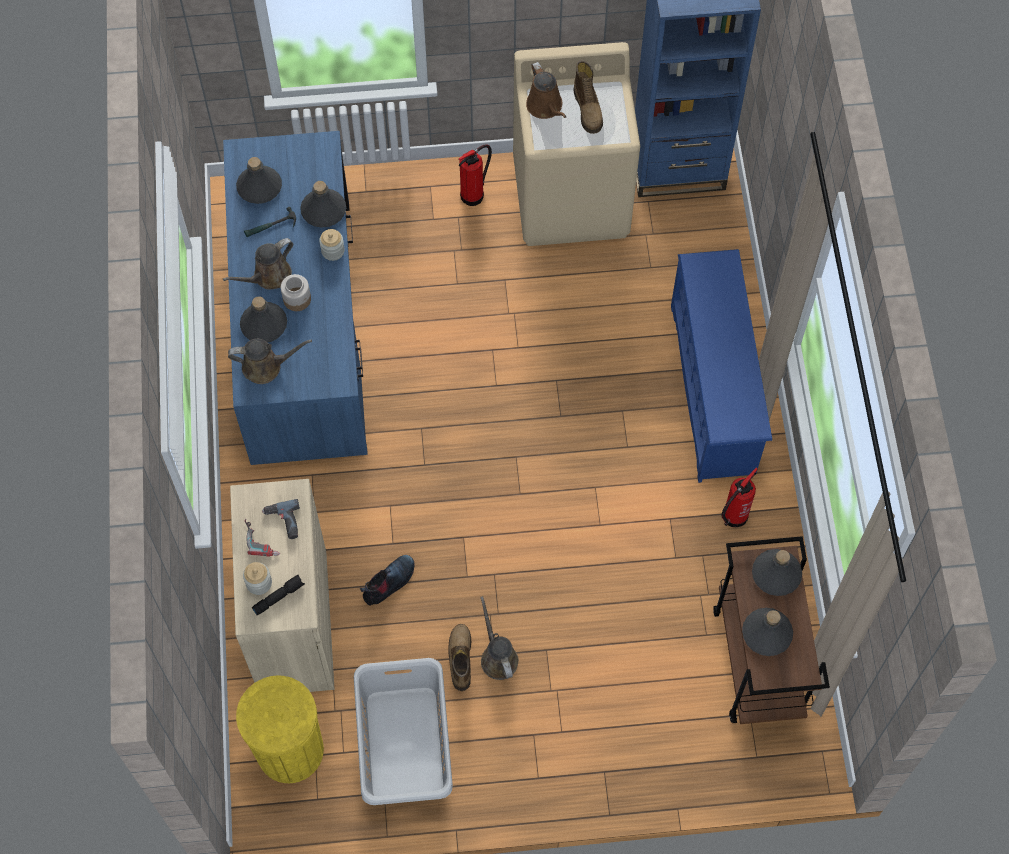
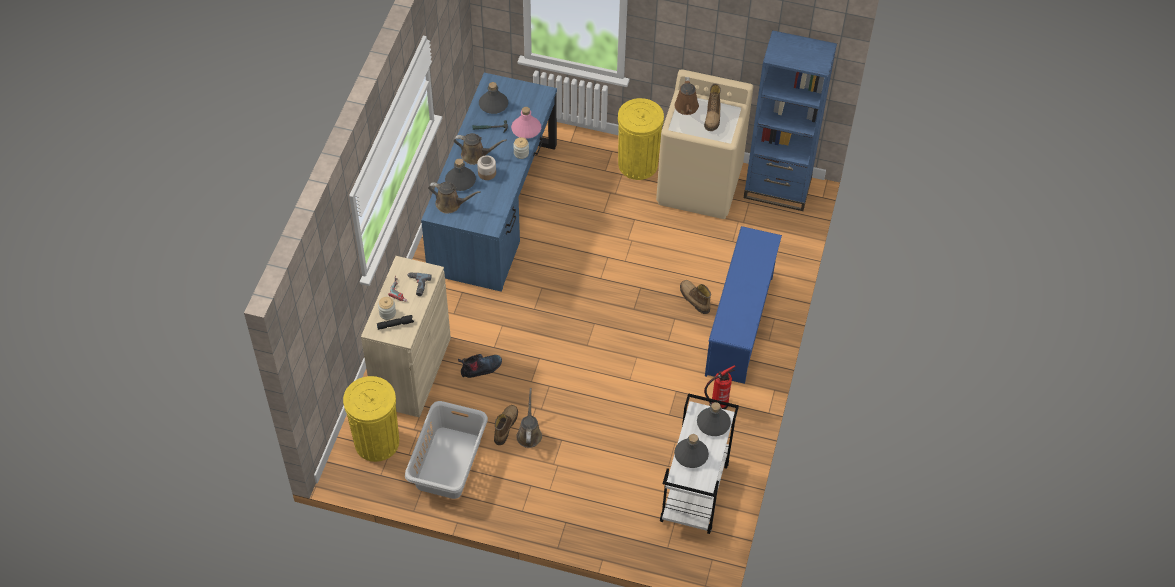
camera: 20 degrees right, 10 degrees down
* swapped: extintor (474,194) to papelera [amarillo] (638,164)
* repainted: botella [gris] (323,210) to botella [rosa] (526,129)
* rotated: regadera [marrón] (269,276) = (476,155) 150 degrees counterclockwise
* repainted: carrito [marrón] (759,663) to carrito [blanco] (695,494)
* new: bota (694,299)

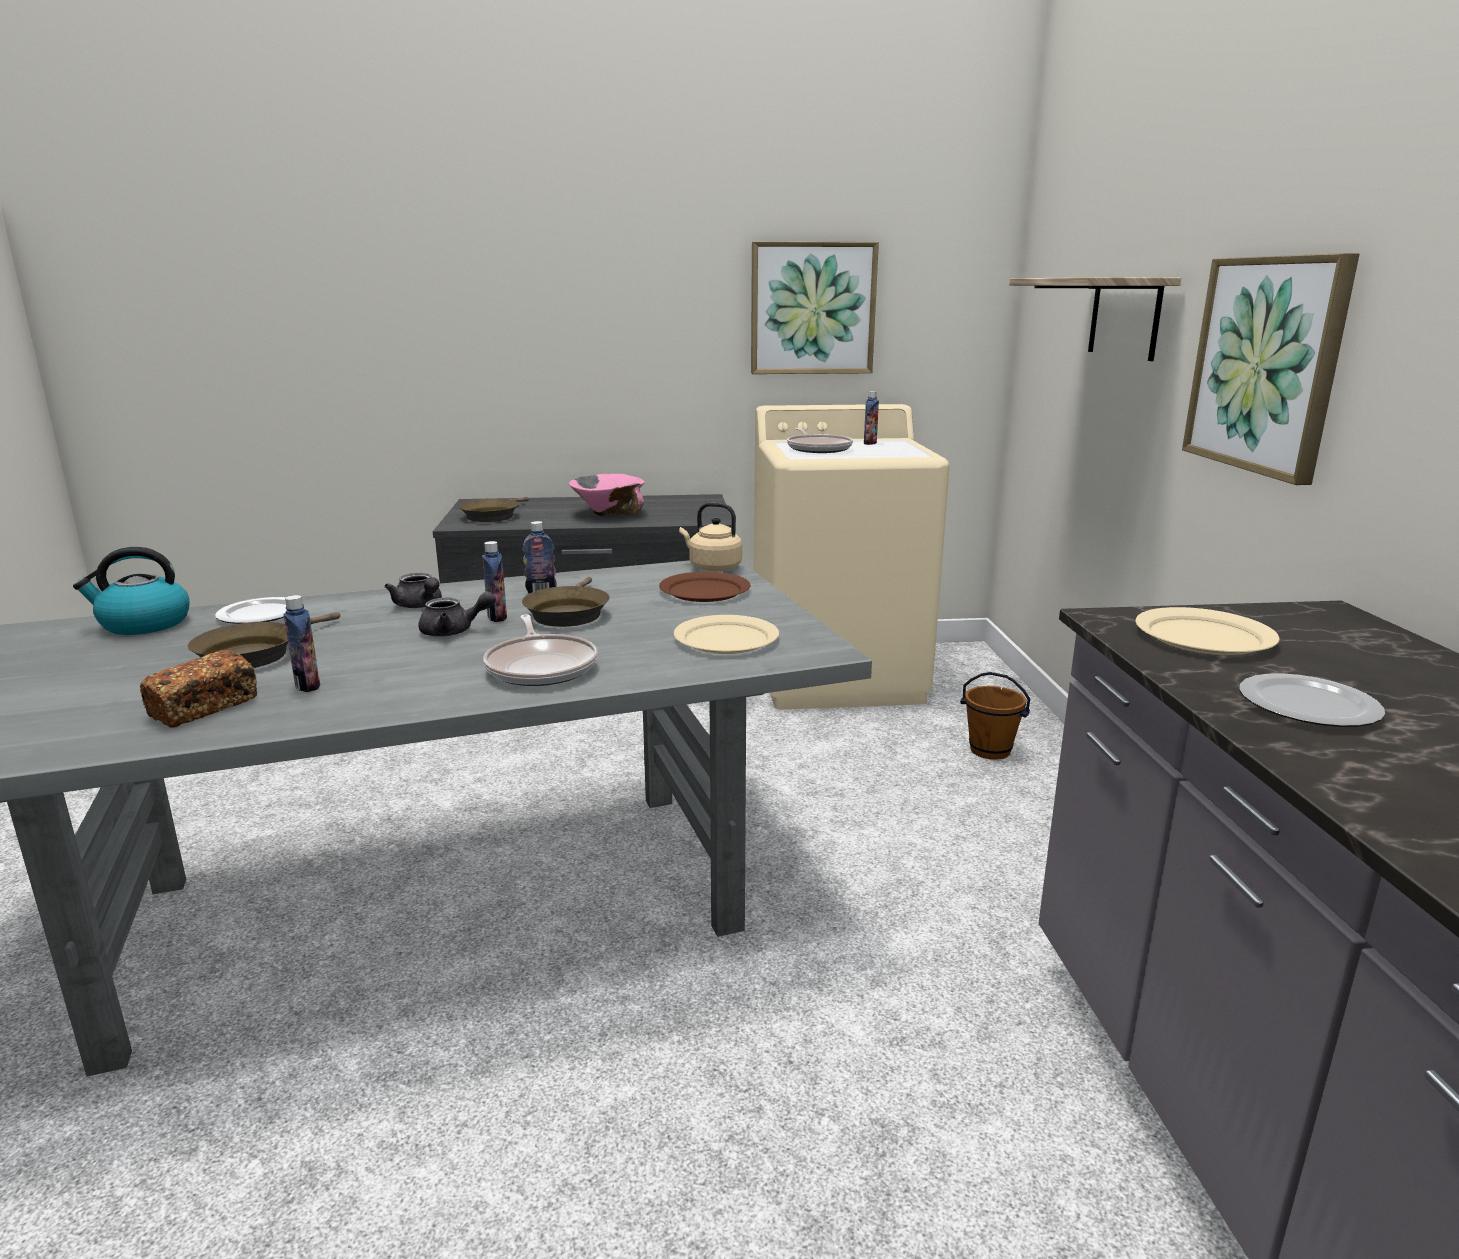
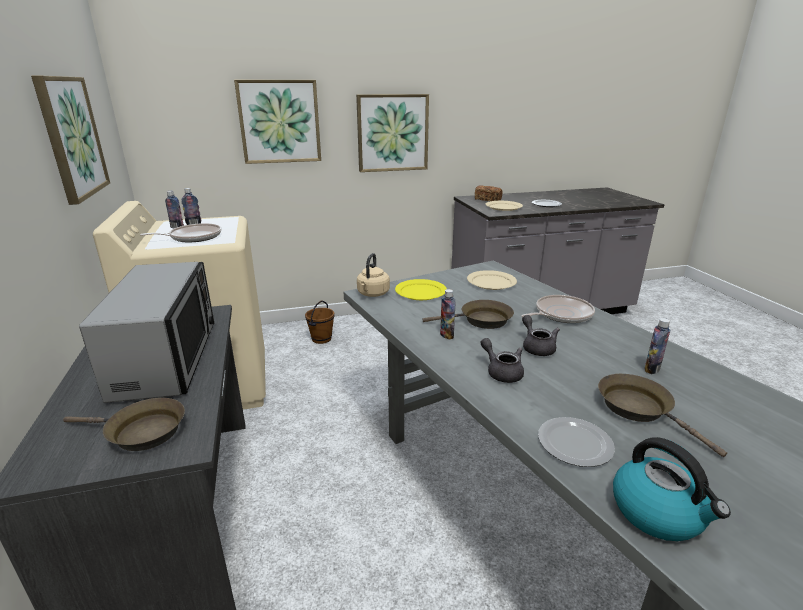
camera: 100 degrees left, 5 degrees up
* swapped: estante (1124,317) to cuadro (279,122)
* swapped: cuenco [rosa] (608,514) to microondas (168,358)
* shifted: botella (497,617) to (194,224)
* repainted: plato [marrón] (704,591) to plato [amarillo] (420,292)
* rotated: tetera [gris] (420,606) = (501,372) 75 degrees counterclockwise
* rotated: sartén [marrón] (254,654) = (639,409) 135 degrees counterclockwise
* shifted: pan (204,708) to (488,199)

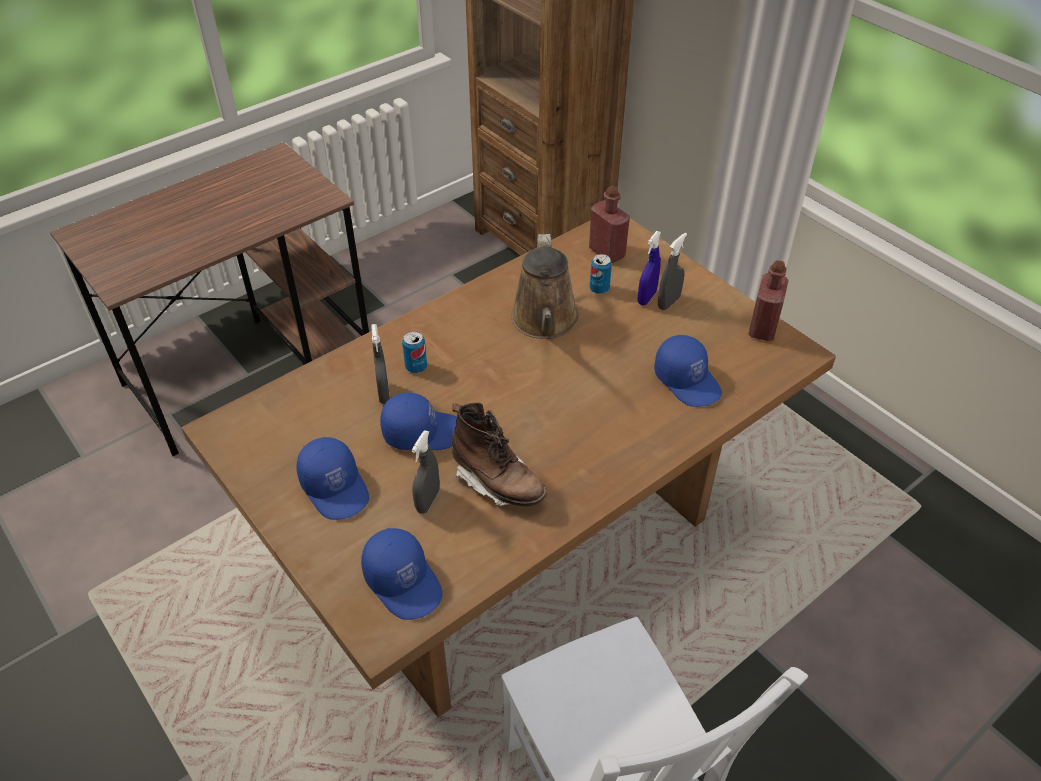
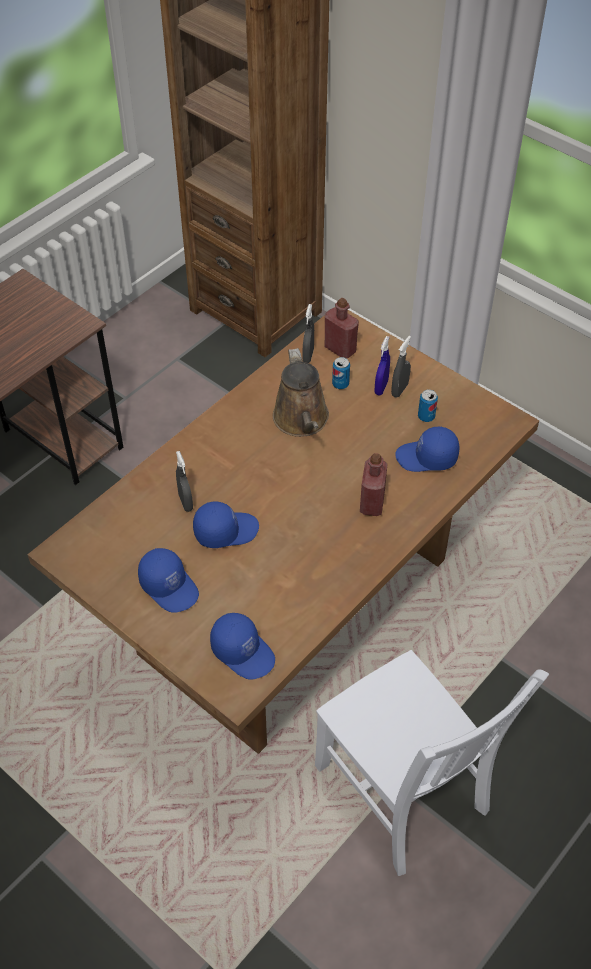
camera: 10 degrees left, 5 degrees up
* shifted: botella [rojo] (762,328) to (372,503)
* shifted: lata (416,367) to (426,417)
* rotated: gorra [azul] (688,381) = (427,458) 135 degrees clockwise
* gone: bota [marrón] (497,482)
* shifted: pulverizador [gris] (428,501) to (308,355)

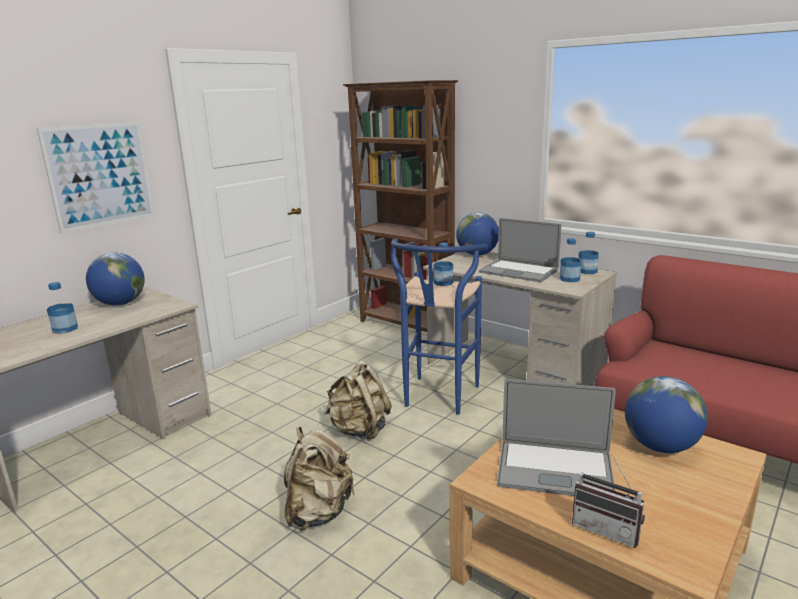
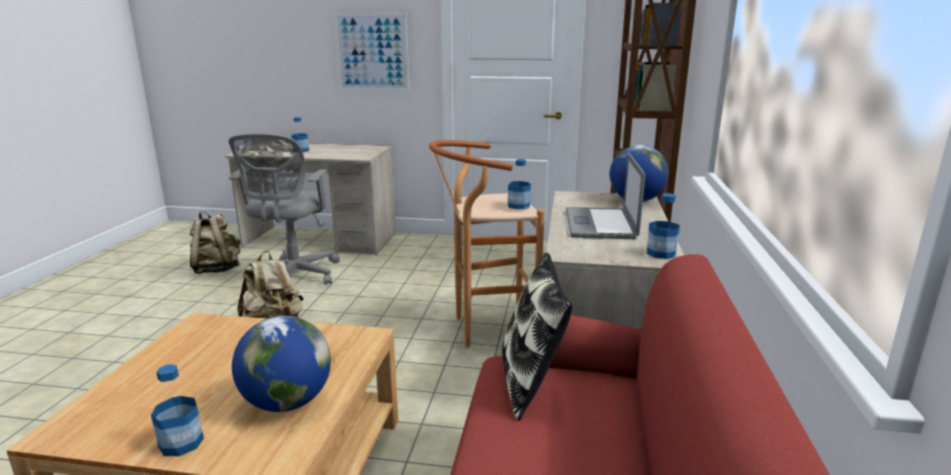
camera: 60 degrees right, 0 degrees up
* shifted: botella (569,279) to (181,443)
* repainted: taburete [azul] (437,399) to taburete [marrón] (486,330)
* gone: globo terráqueo (120,303)
* shifted: mochila [beis] (359,430) to (217,269)
* gone: portátil (554,470)
* gone: radio (607,529)
* new: silla de oficina [gris] (293,277)
* new: cojín (531,382)

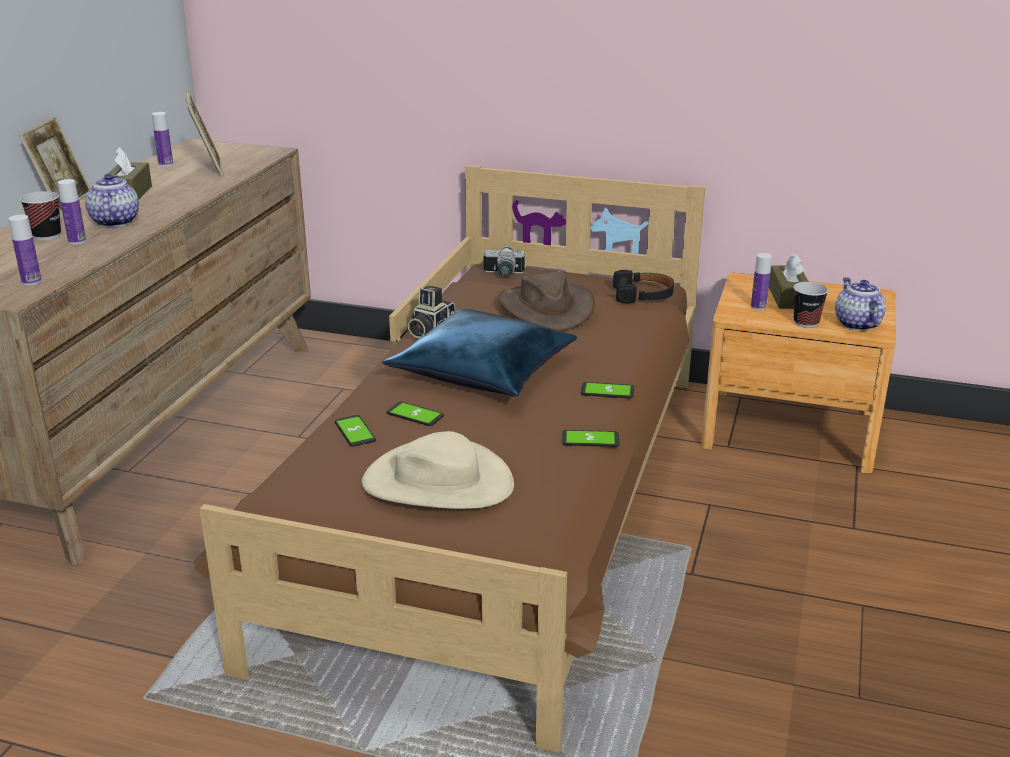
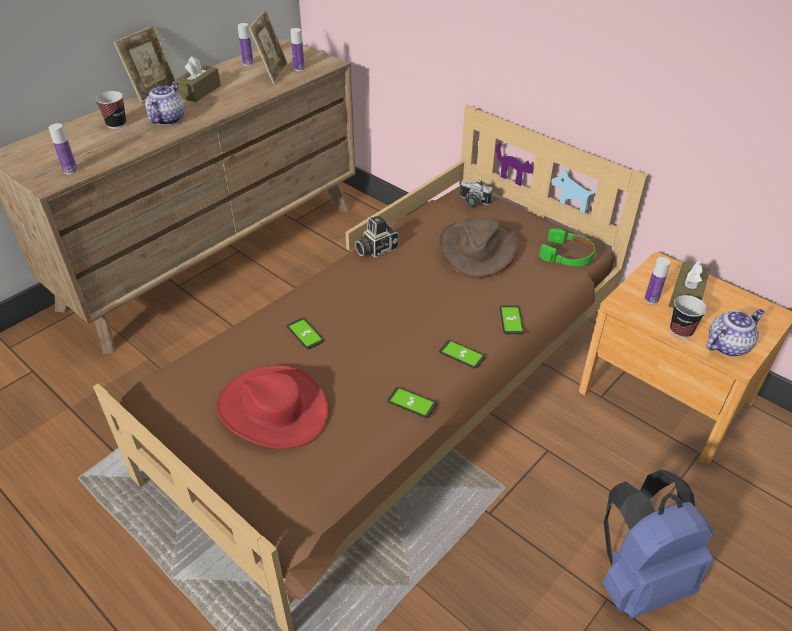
camera: 25 degrees right, 15 degrees up
* shifted: botella (77,241) to (299,69)
* repainted: auriculares [negro] (643,294) to auriculares [verde] (567,255)
* rotated: tetera (856,323) = (728,345) 45 degrees clockwise
* gone: cojín [azul] (484,371)
* shifted: móvil (355,432) to (511,320)
* repainted: sombrero [beis] (438,483) to sombrero [rojo] (272,409)
* new: mochila [azul] (639,579)

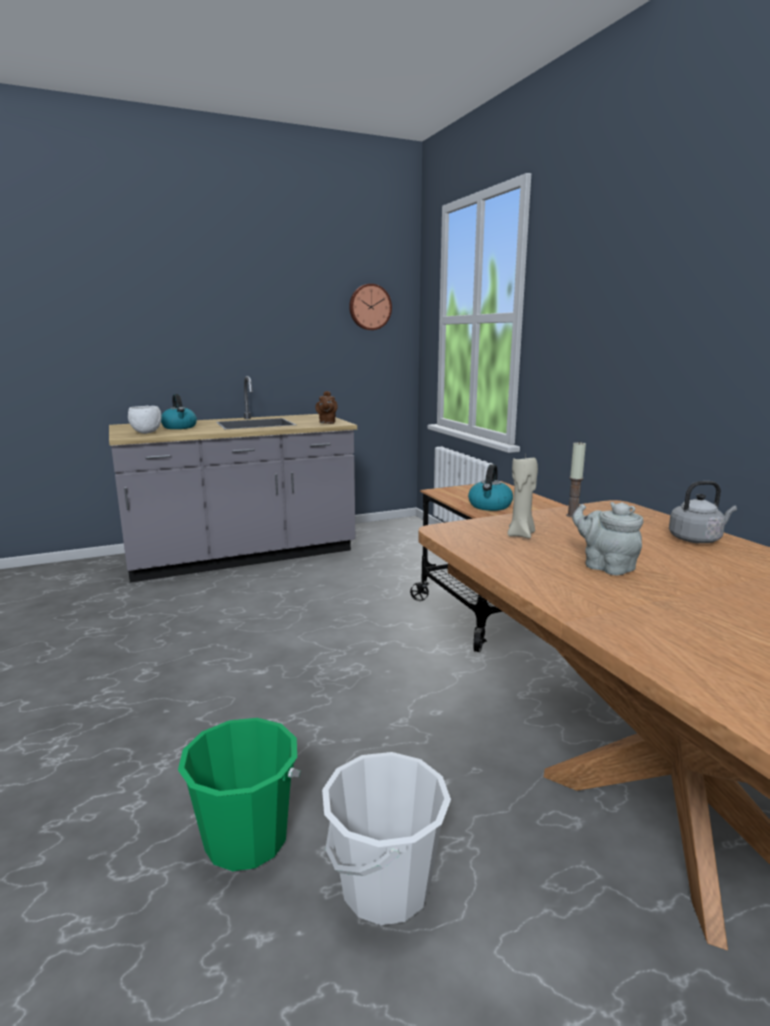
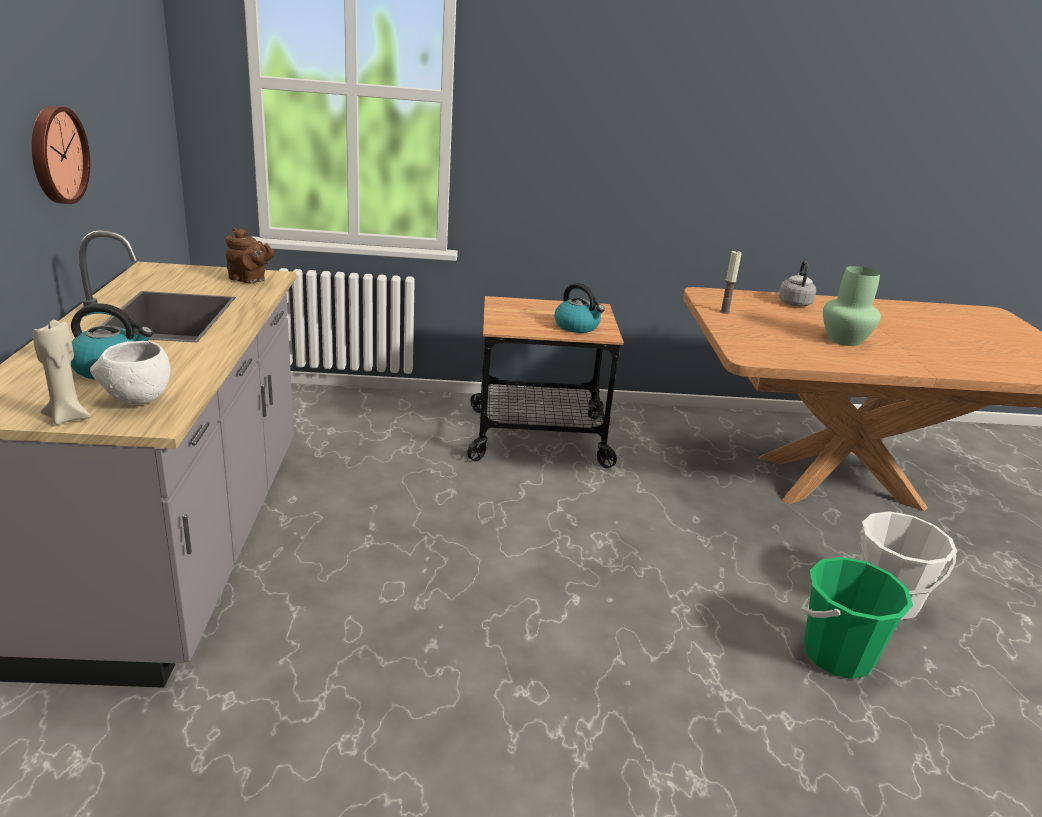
camera: 70 degrees left, 10 degrees up
* shifted: reloj de pared (369,307) to (56,155)
* shifted: vela [beis] (521,535) to (67,417)
* swapped: tetera [gris] (605,566) to florero [verde] (844,340)

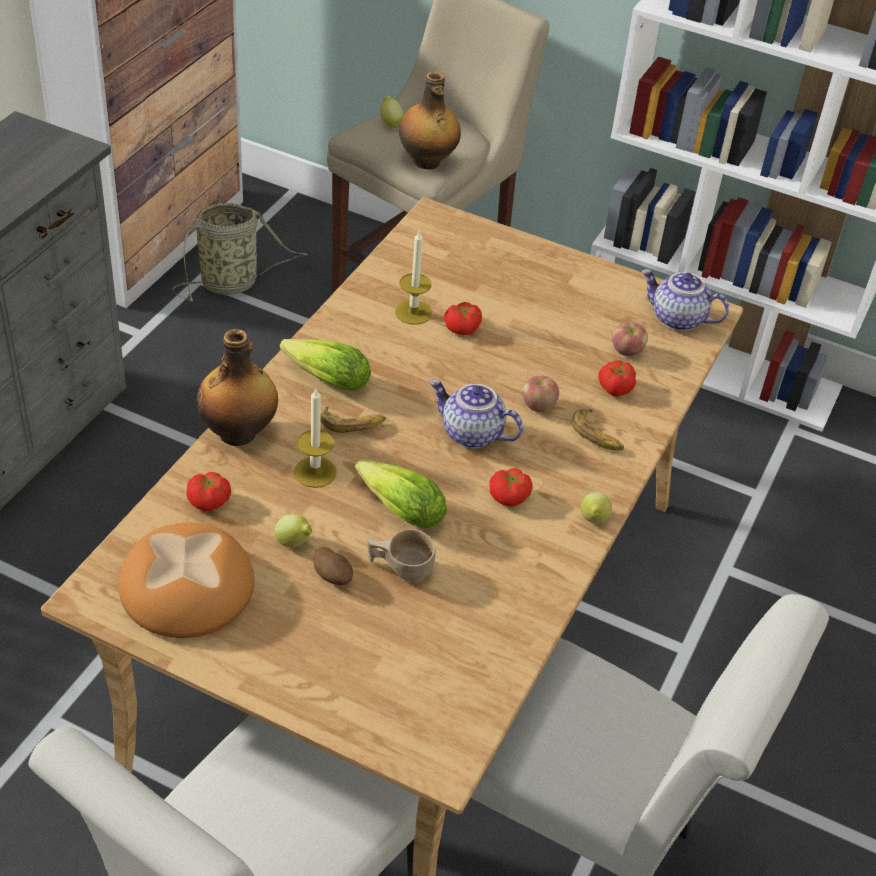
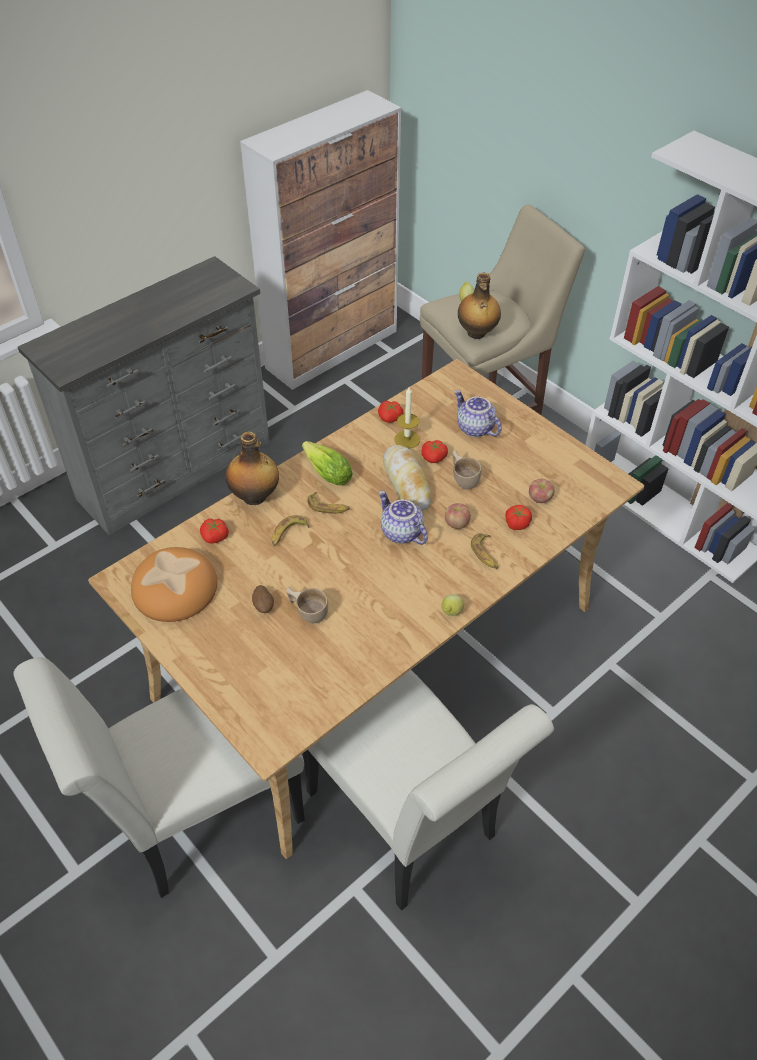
camera: 25 degrees right, 5 degrees up
* gone: cesta (233,283)
* shifted: tetera (677,319) to (474,428)
* swapped: vela (315,472) to plátano (288,534)
* gone: lechuga (397,507)
* shifted: tomate (509,497) to (390,418)
* gone: limón (294,543)
* new: pan (406,483)
* new: taza [beis] (463,478)

